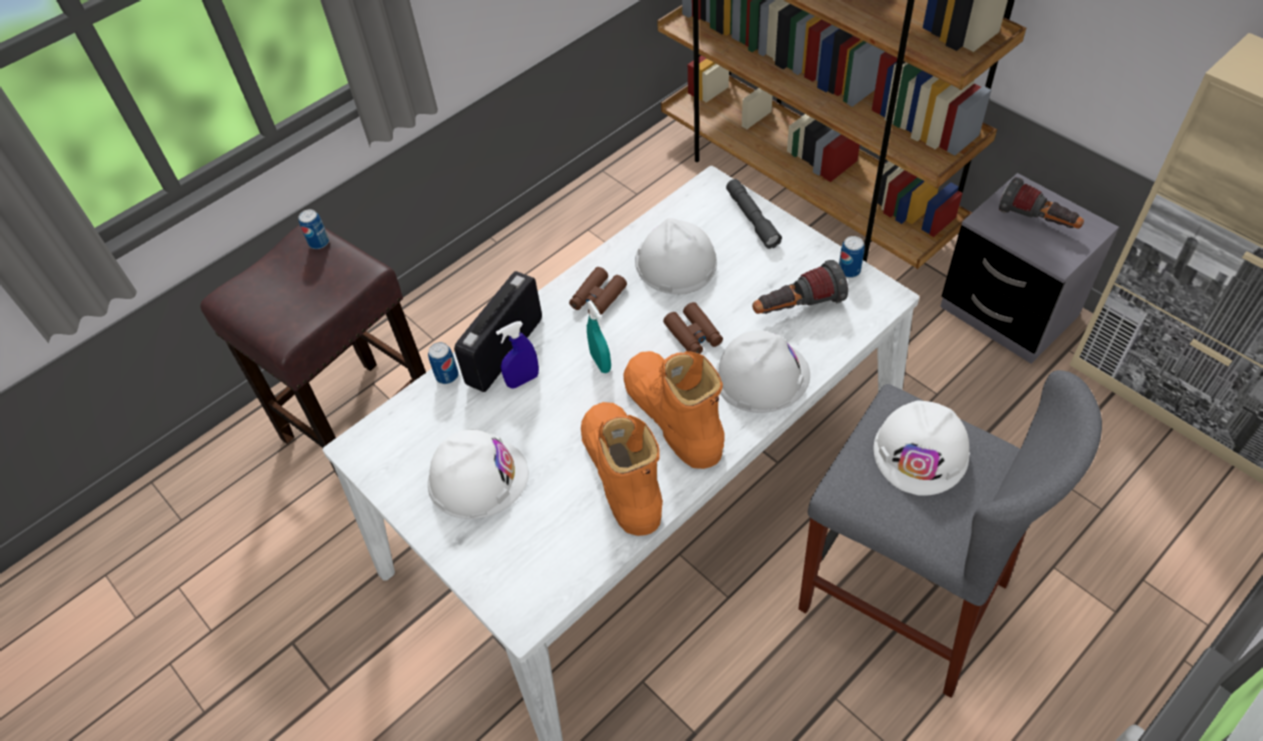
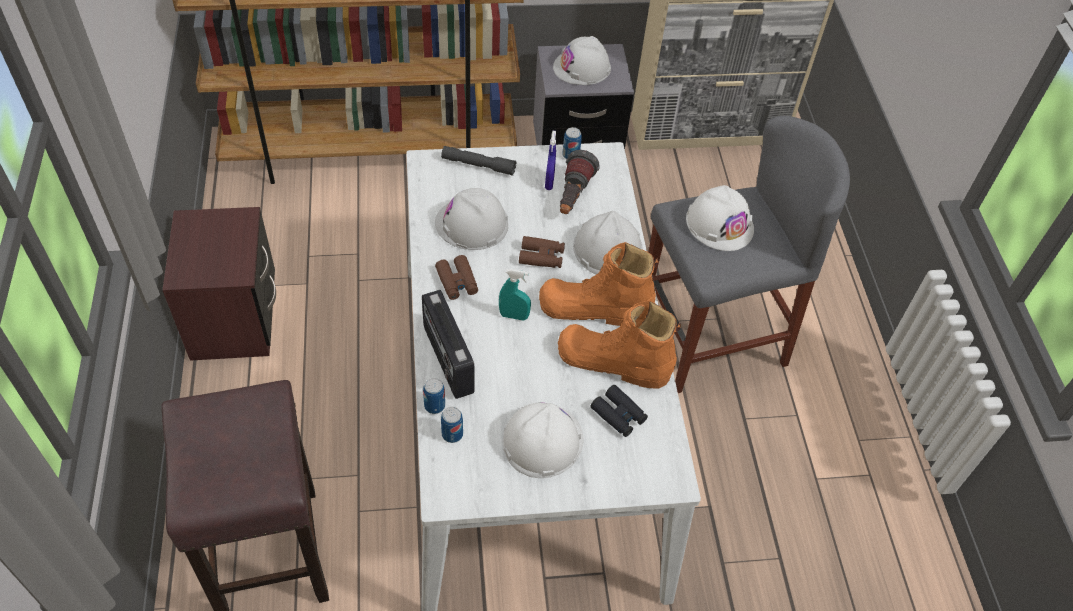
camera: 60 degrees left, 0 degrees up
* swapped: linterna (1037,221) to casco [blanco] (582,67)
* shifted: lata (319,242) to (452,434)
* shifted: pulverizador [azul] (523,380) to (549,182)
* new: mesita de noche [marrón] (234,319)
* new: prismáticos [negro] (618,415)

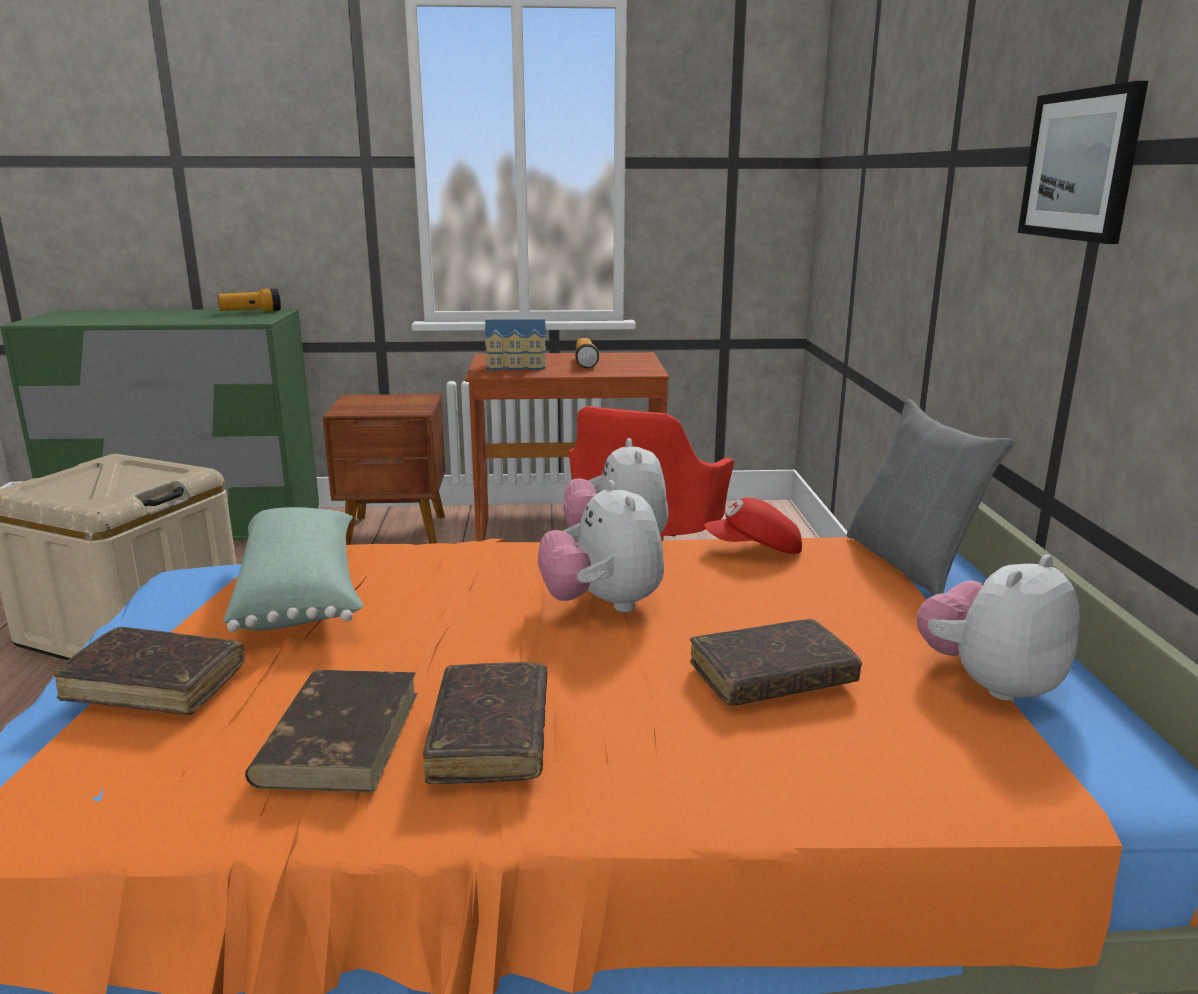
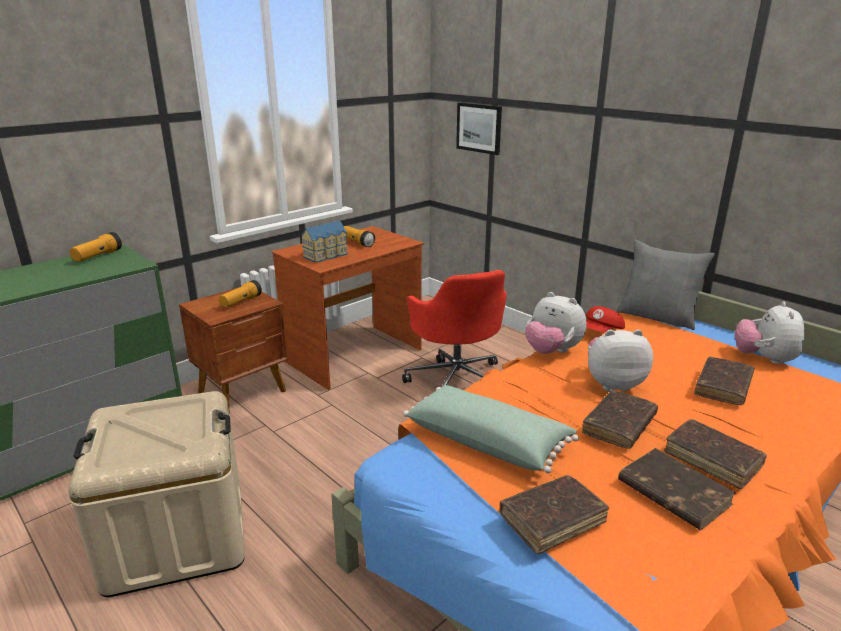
camera: 40 degrees left, 5 degrees up
* shifted: cuadro (1081,165) to (479,128)
* rotated: peluche (603,605) = (613,384) 150 degrees clockwise
* new: linterna (241,302)
* new: libro [marrón] (619,426)

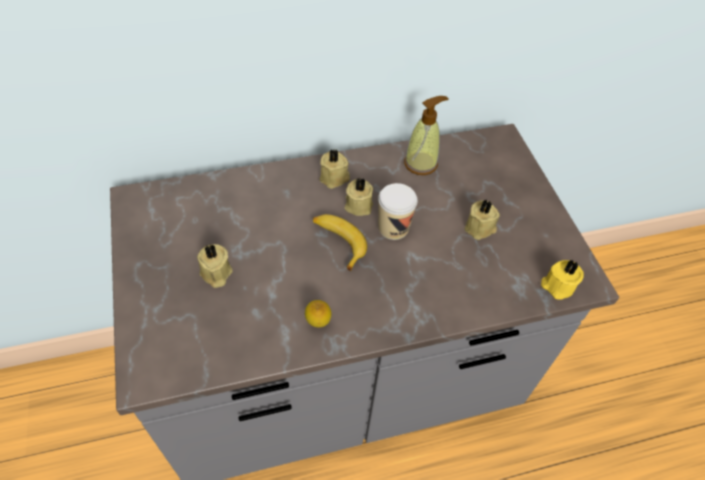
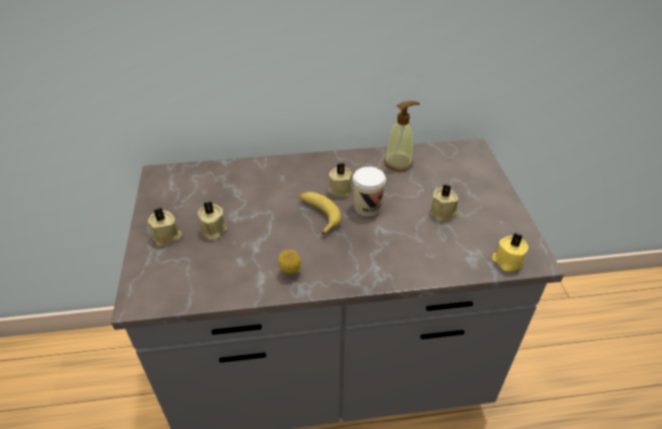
camera: 10 degrees right, 10 degrees down
* shifted: vela [beis] (335,178) to (167,237)

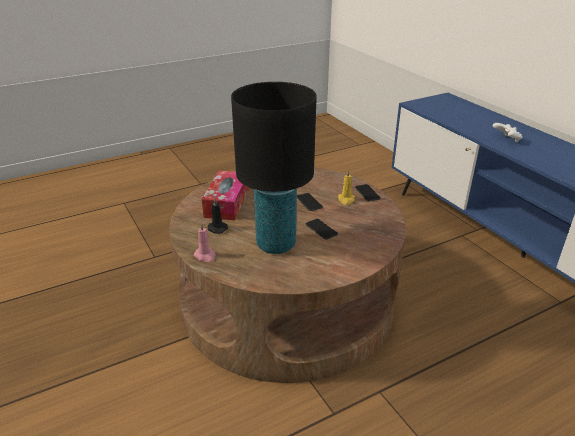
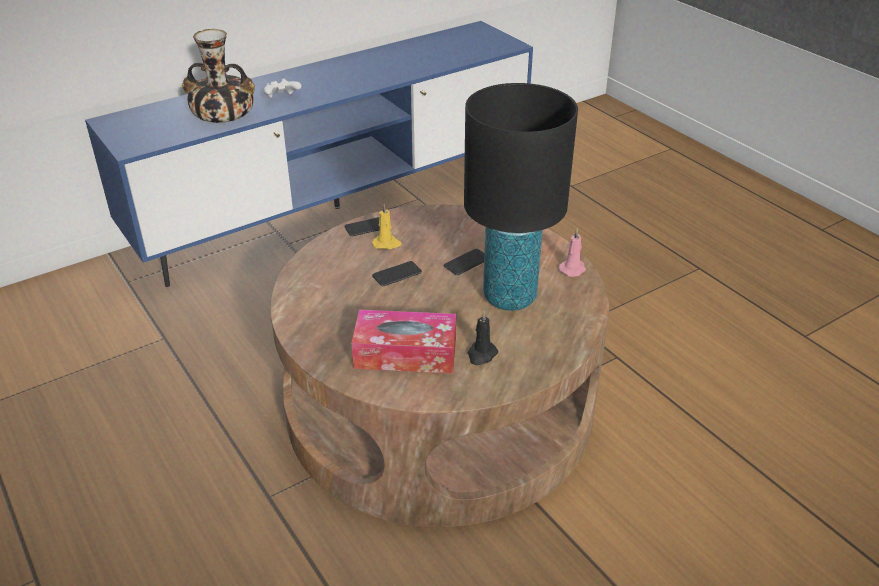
camera: 95 degrees left, 5 degrees up
* shifted: vela [rosa] (205,256) to (573,269)
* new: florero (224,115)

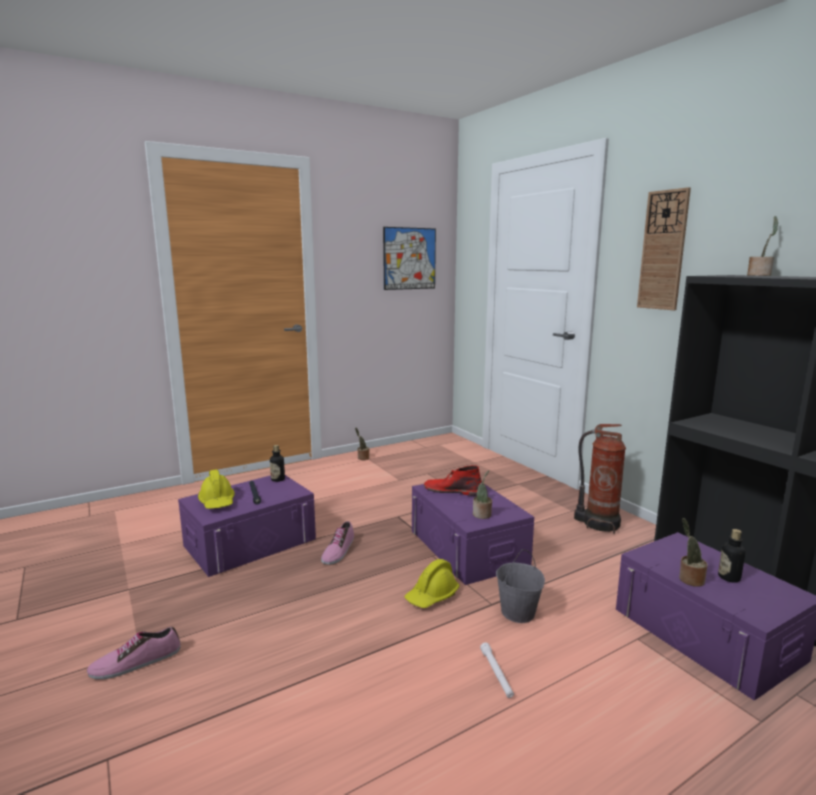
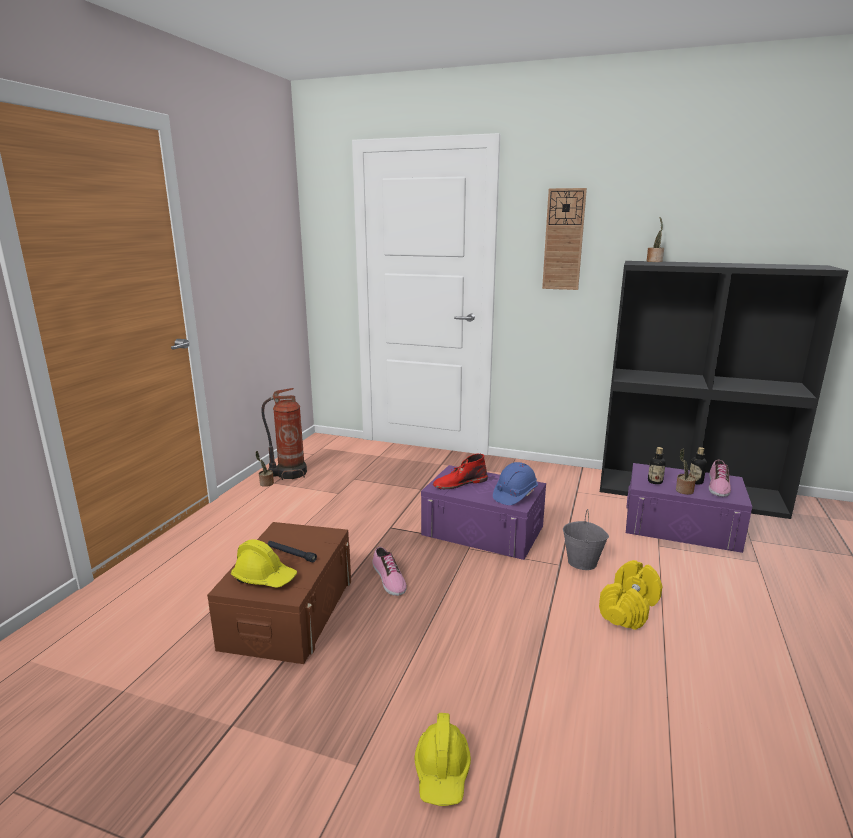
camera: 40 degrees left, 5 degrees up
* gone: cuadro (409,258)
* shifted: extintor (599,523) to (290,473)
* shifted: botella (278,479) to (655,481)
* swapped: planta en maceta (482,515) to casco [azul] (514,495)
* repainted: caja de almacenaje [morado] (250,542) to caja de almacenaje [marrón] (289,611)
* shifted: casco [amarillo] (432,596) to (442,771)
* shifted: zapato (136,662) to (717,486)
* swapped: linterna [blanco] (496,674) to mancuerna [amarillo] (629,609)

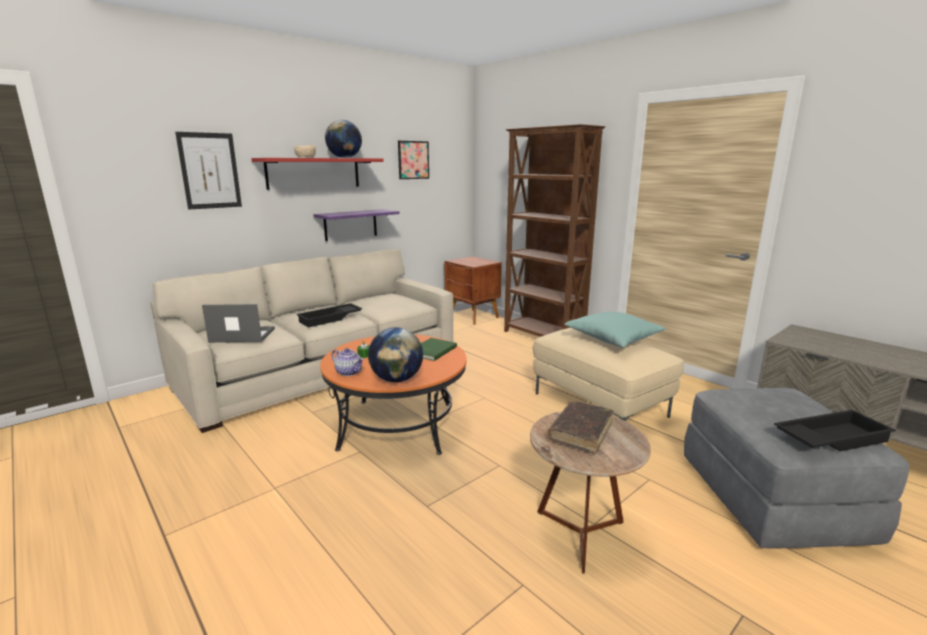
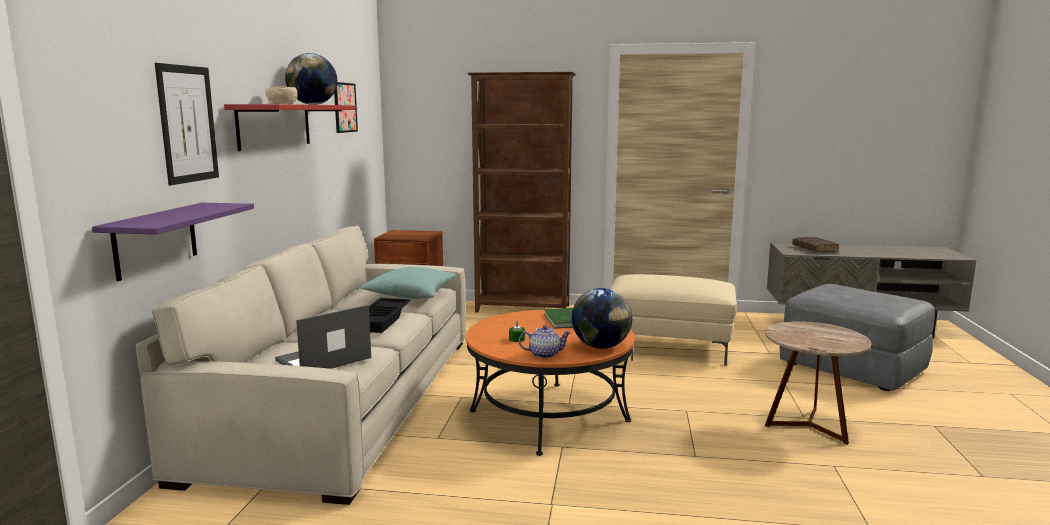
camera: 40 degrees left, 5 degrees down
* shifted: estante [morado] (350,225) to (156,240)
* shifted: cojín [turquesa] (612,339) to (410,295)
* shifted: libro [marrón] (581,432) to (814,249)
* gone: bandeja [negro] (830,438)

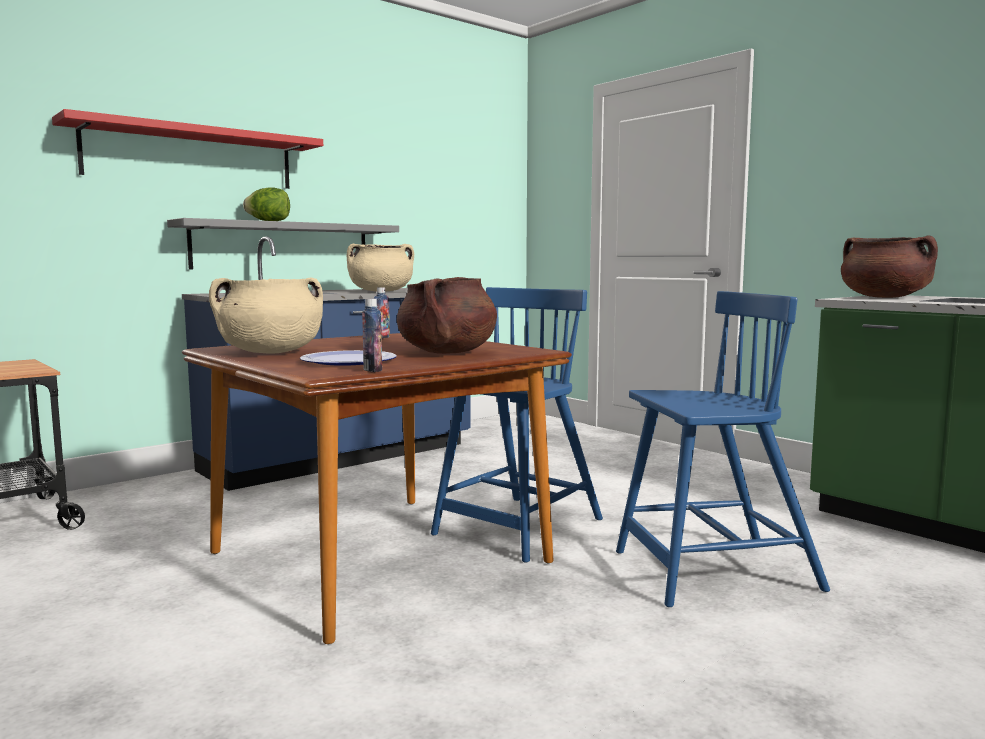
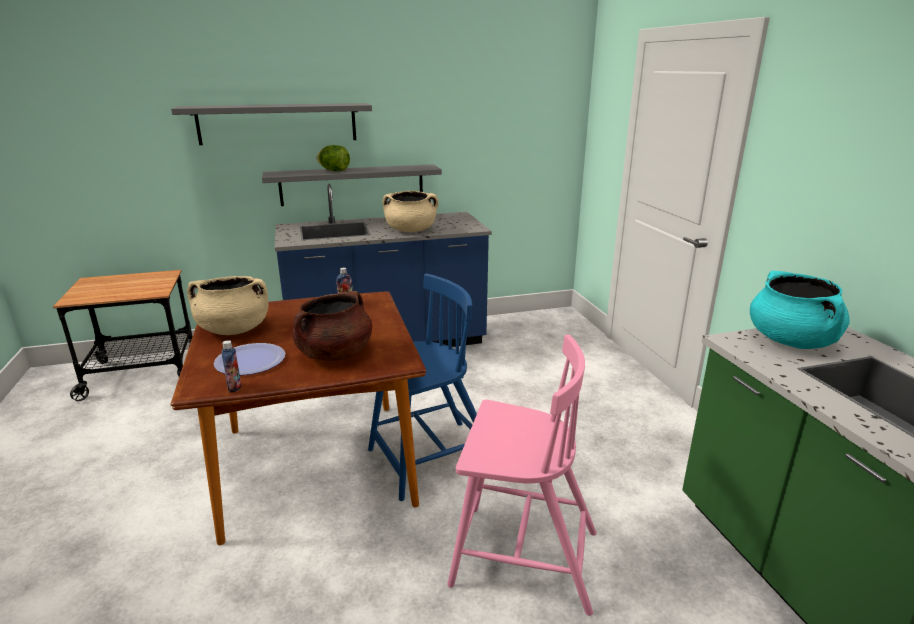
camera: 25 degrees right, 15 degrees up
* repainted: estante [rojo] (191,157) to estante [gris] (278,123)
* repainted: olla [marrón] (884,297) to olla [turquesa] (791,341)
* repainted: silla [azul] (712,571) to silla [rosa] (522,557)

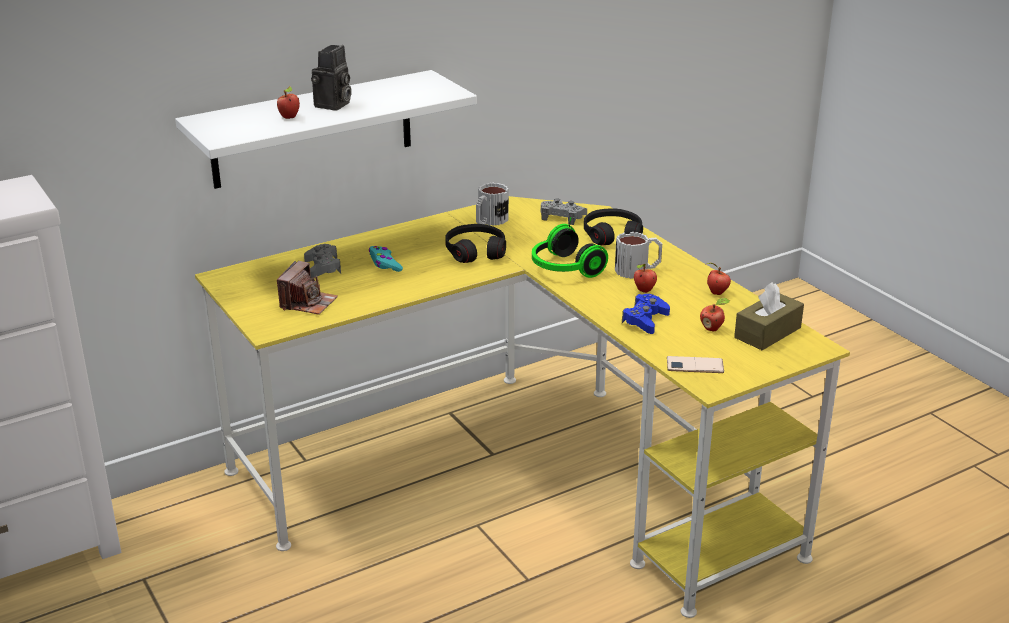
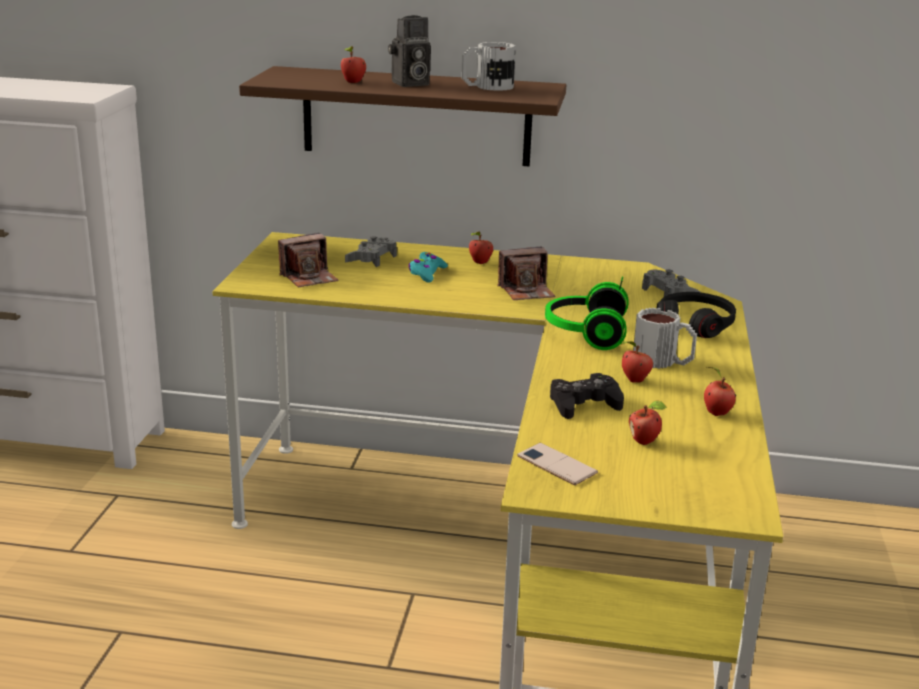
camera: 40 degrees right, 5 degrees down
* repainted: estante [blanco] (312,129) to estante [marrón] (416,116)
* shifted: taza grande (489,221) to (487,87)
* swapped: auriculares [negro] (475,251) to cámara (526,291)
* gone: caja de pañuelos [marrón] (767,333)
* repainted: mando de consola [azul] (645,320) to mando de consola [negro] (584,404)
* new: manzana (480,263)

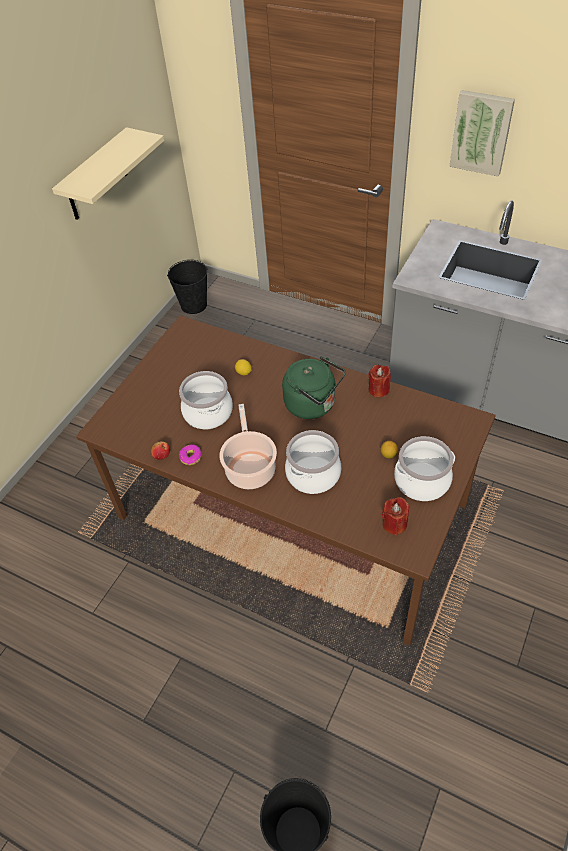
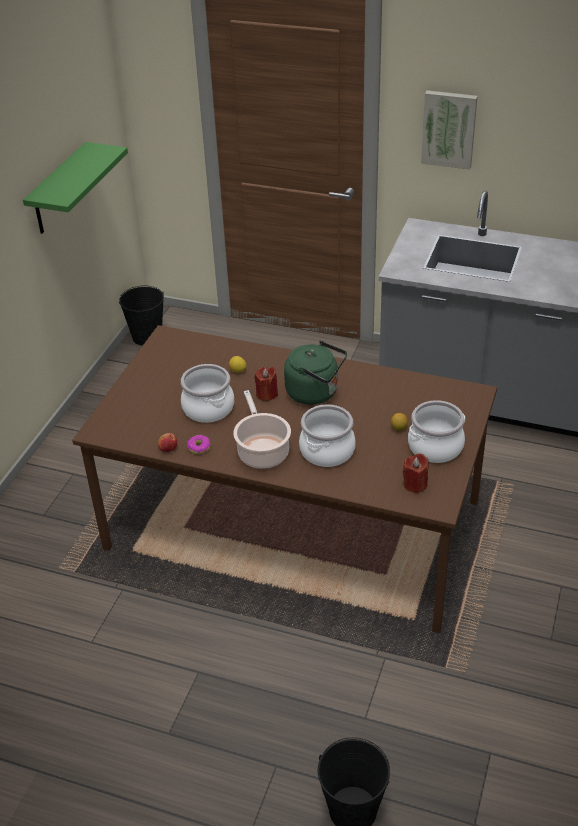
camera: 10 degrees left, 10 degrees down
* repainted: estante [beis] (96,176) to estante [verde] (59,190)
* shifted: vela [rojo] (379,390) to (267,394)

